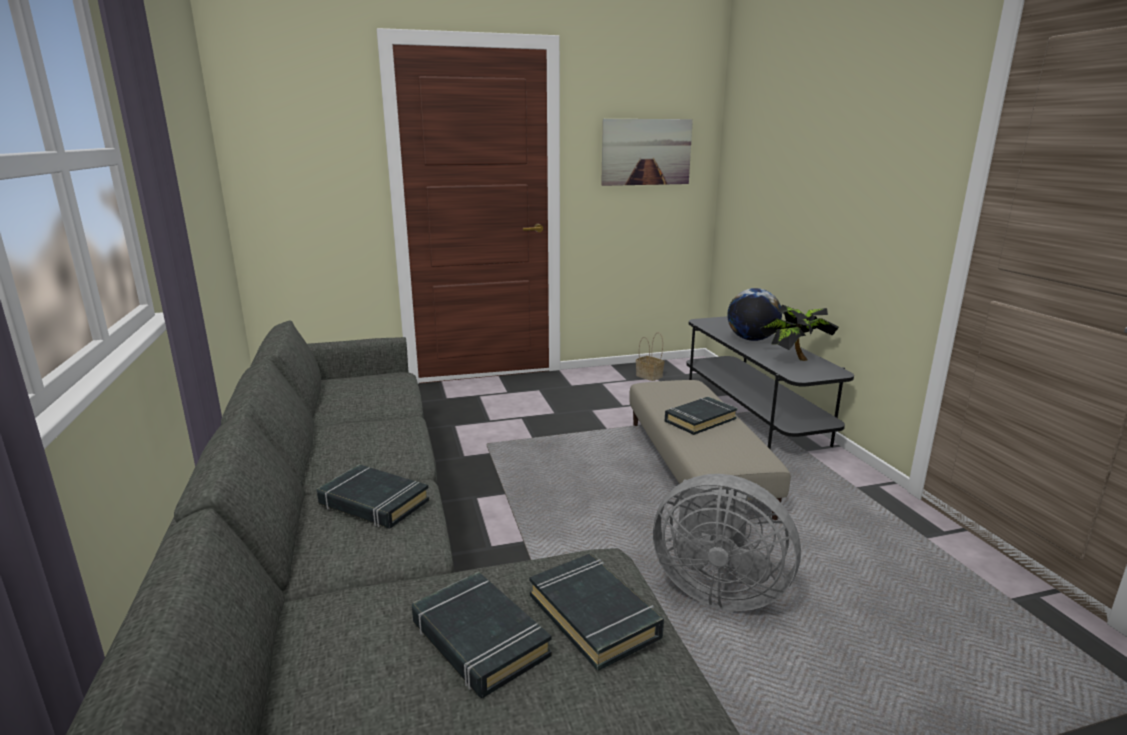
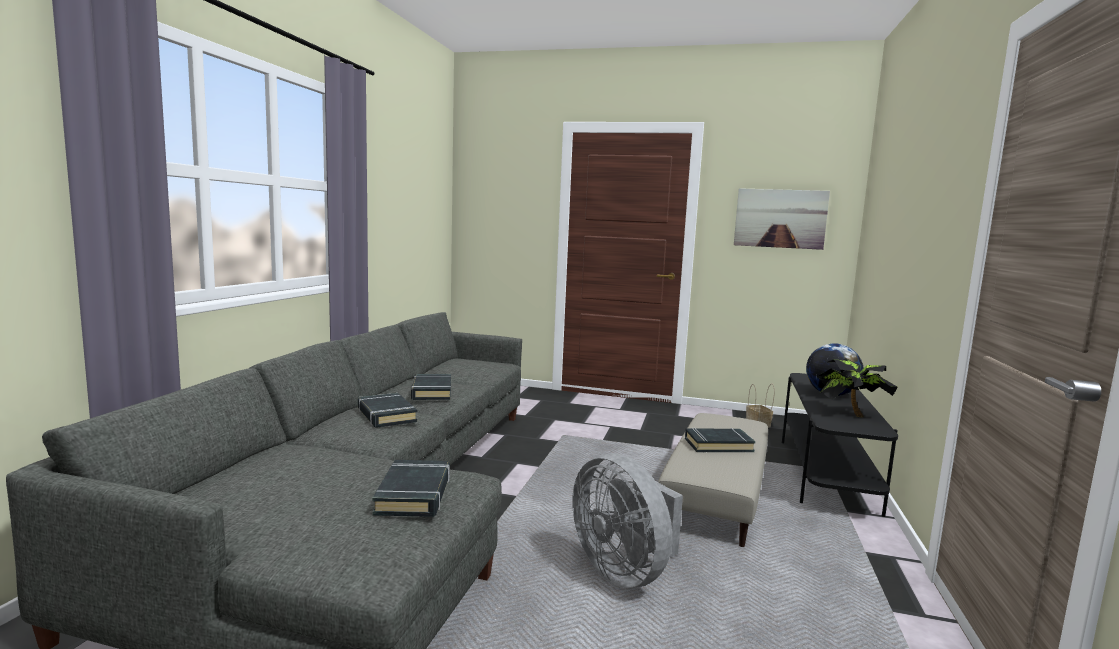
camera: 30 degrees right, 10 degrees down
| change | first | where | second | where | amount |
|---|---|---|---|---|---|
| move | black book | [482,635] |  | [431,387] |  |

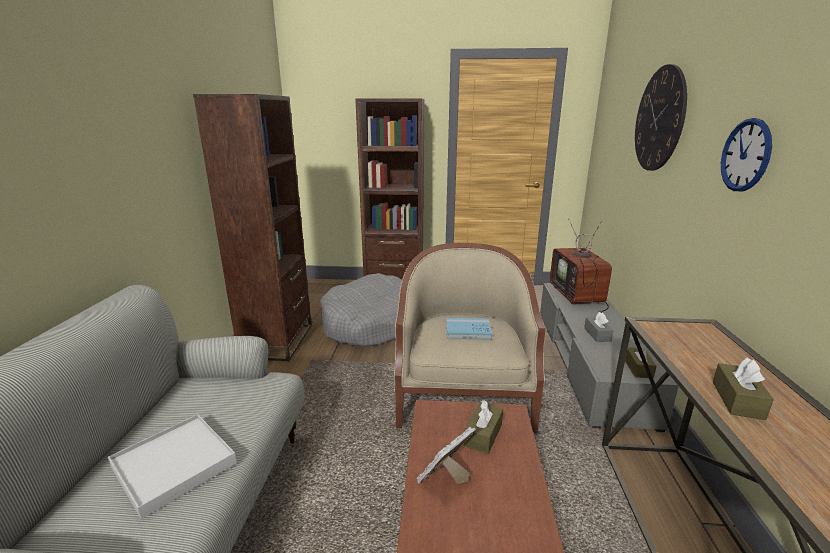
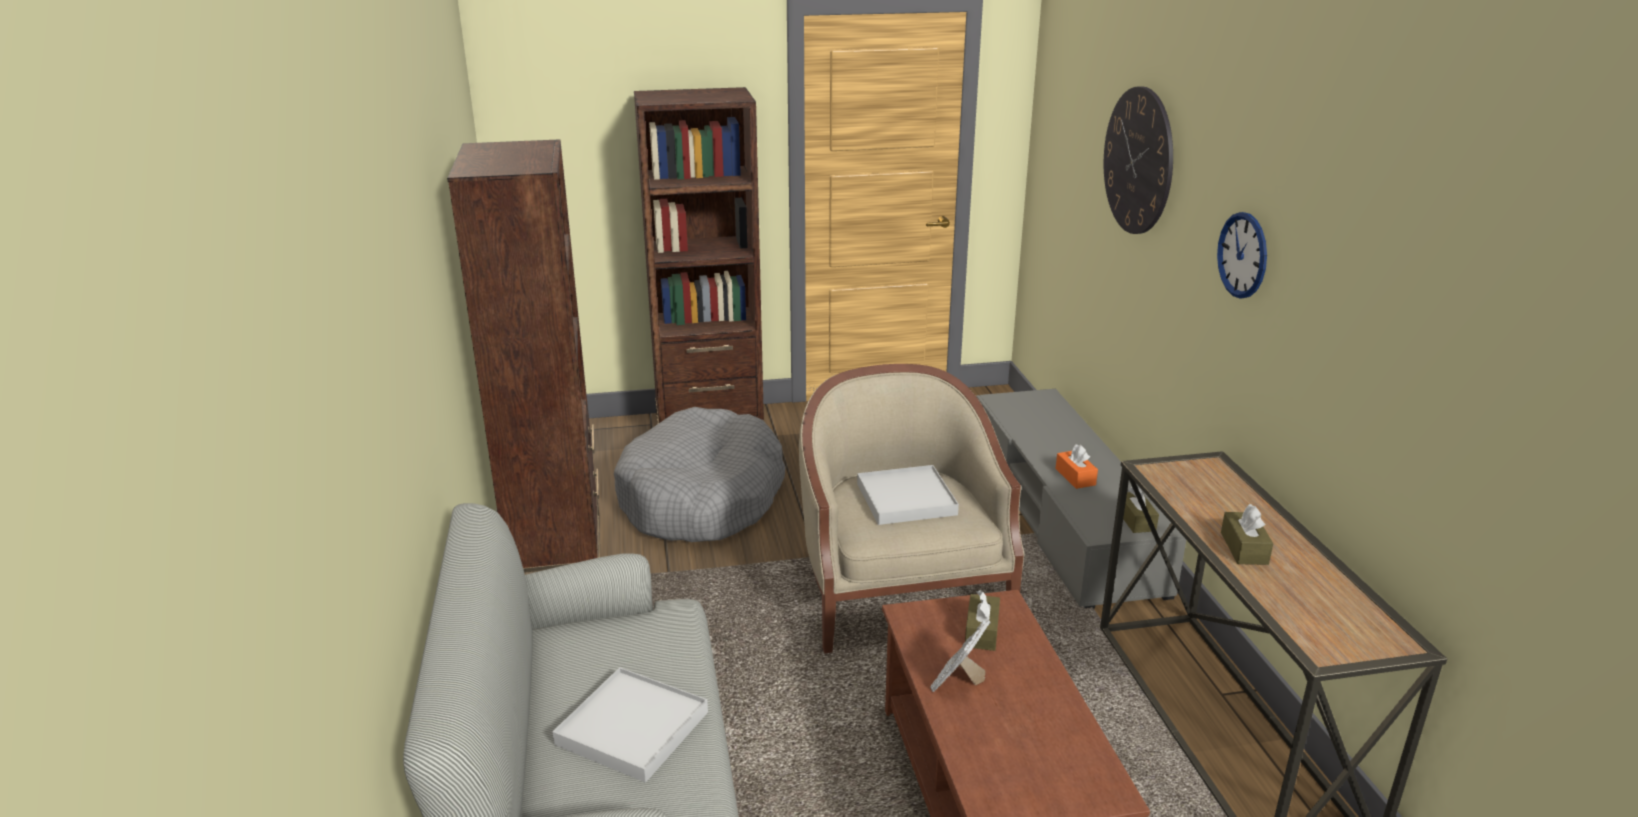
camera: 15 degrees left, 5 degrees up
| change | first | where | second | where | amount |
|---|---|---|---|---|---|
| delete | television | [581,265] |  |  |  |
| recolor | grey tissue box | [599,327] | orange tissue box | [1077,466] |  |
| replace | blue book | [469,329] | white tray | [908,495] |  |

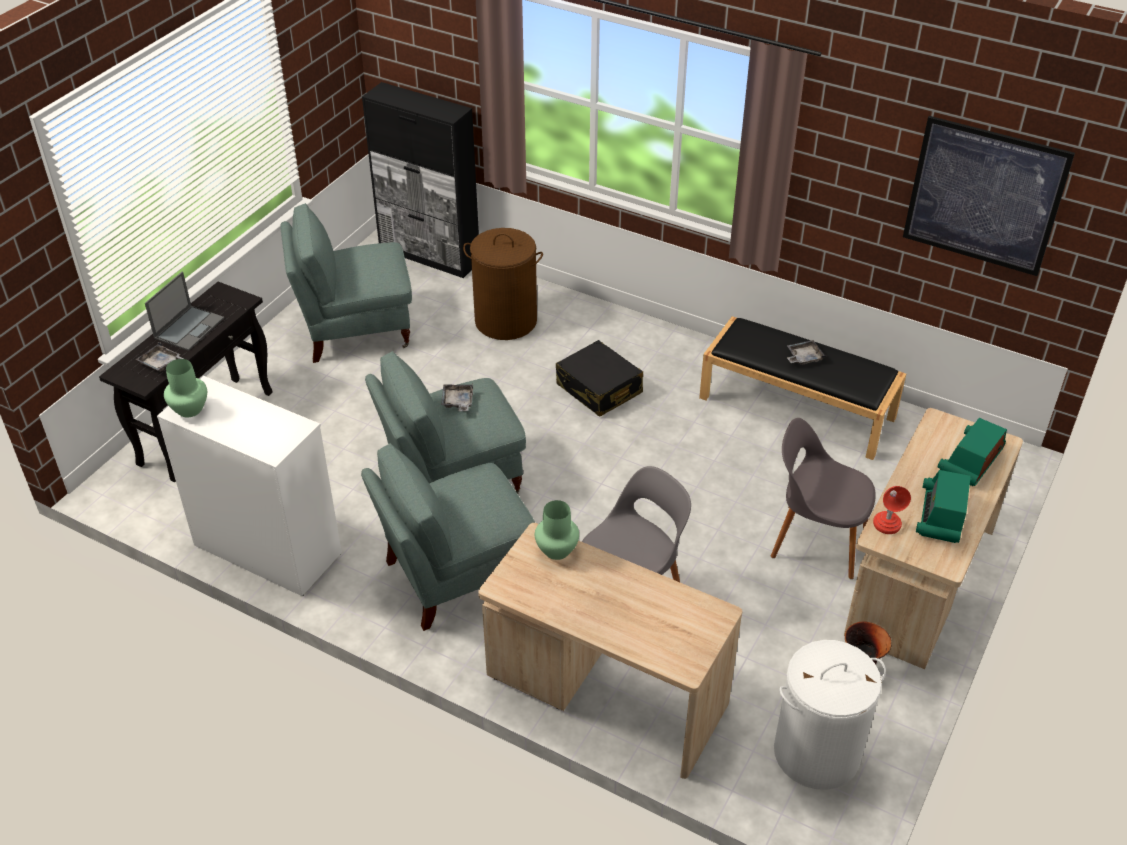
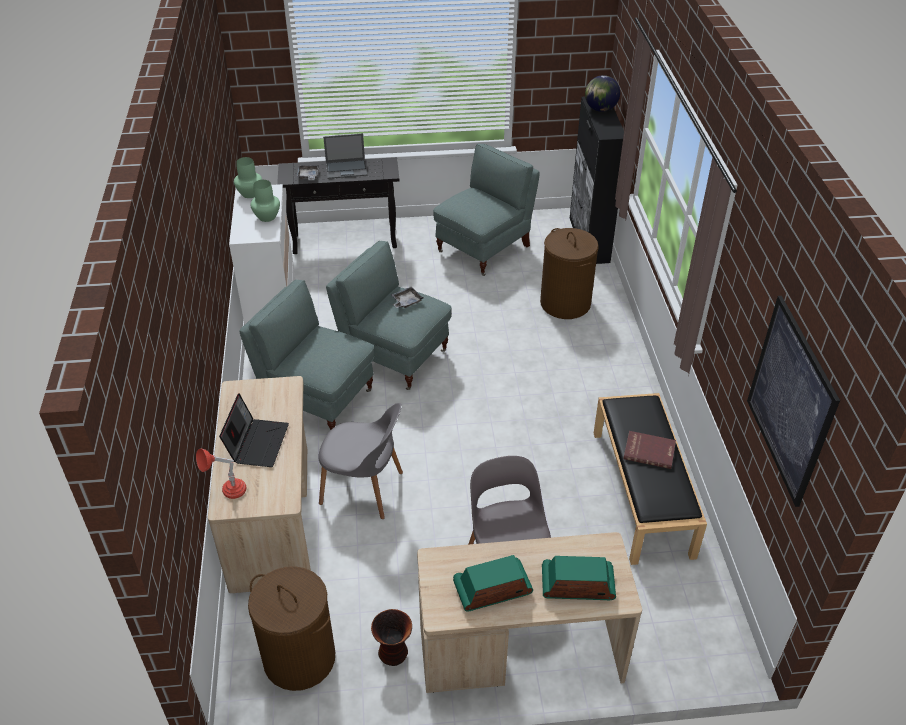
camera: 55 degrees right, 0 degrees up
| change | first | where | second | where | amount |
|---|---|---|---|---|---|
| rotate | grey armchair | [346,283] |  | [486,210] | 90 degrees clockwise |
| delete | black suitcase | [599,378] |  |  |  |
| replace | grey tray | [806,352] | red book | [649,450] |  |
| move | red table lamp | [892,510] |  | [221,474] |  |
| move | green vase | [557,530] |  | [265,201] |  |
| recolor | white laundry basket | [830,715] | brown laundry basket | [291,628] |  |
| insert |  |  | globe | [602,93] |  |
| insert |  |  | laptop | [254,430] |  |

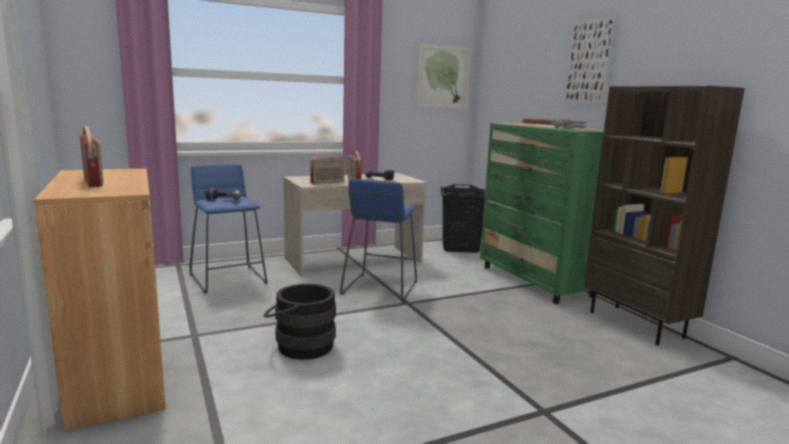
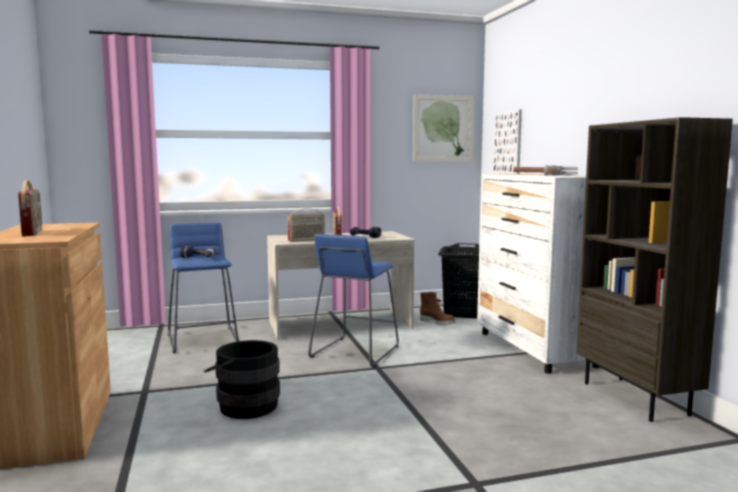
camera: 10 degrees right, 5 degrees down
| change | first | where | second | where | amount |
|---|---|---|---|---|---|
| move | picture | [591,60] |  | [507,141] |  |
| recolor | green dresser | [542,213] | white dresser | [538,274] |  |
| insert |  |  | brown boot | [437,308] |  |

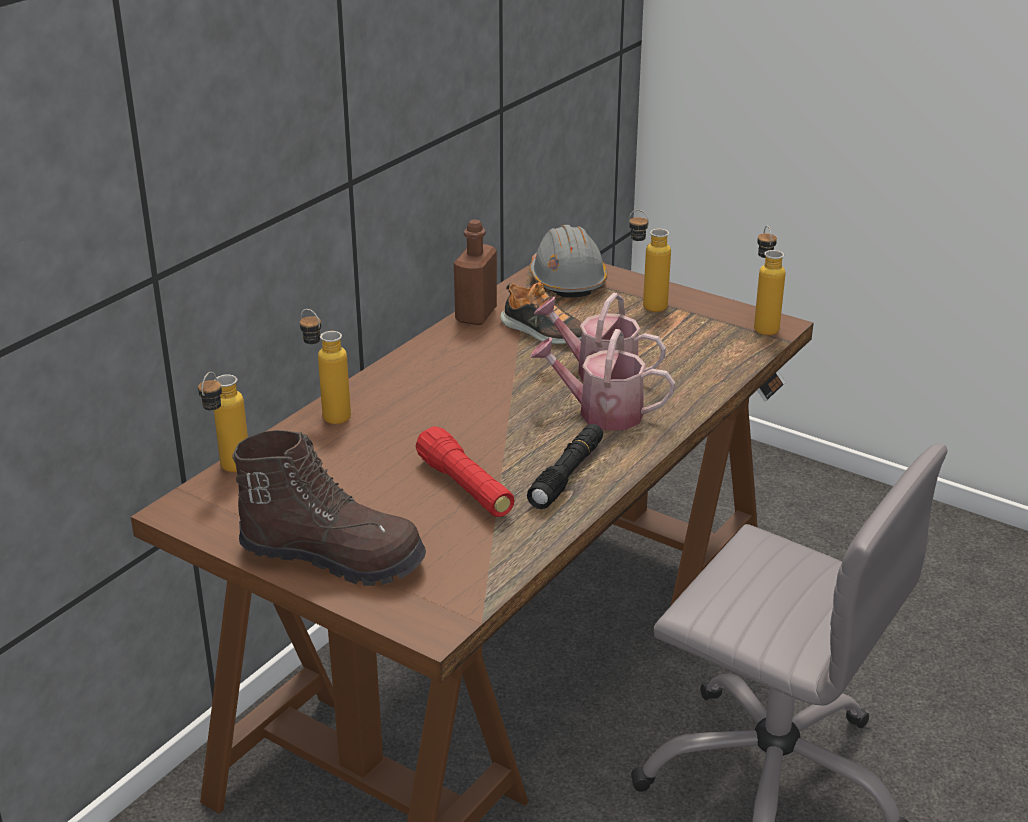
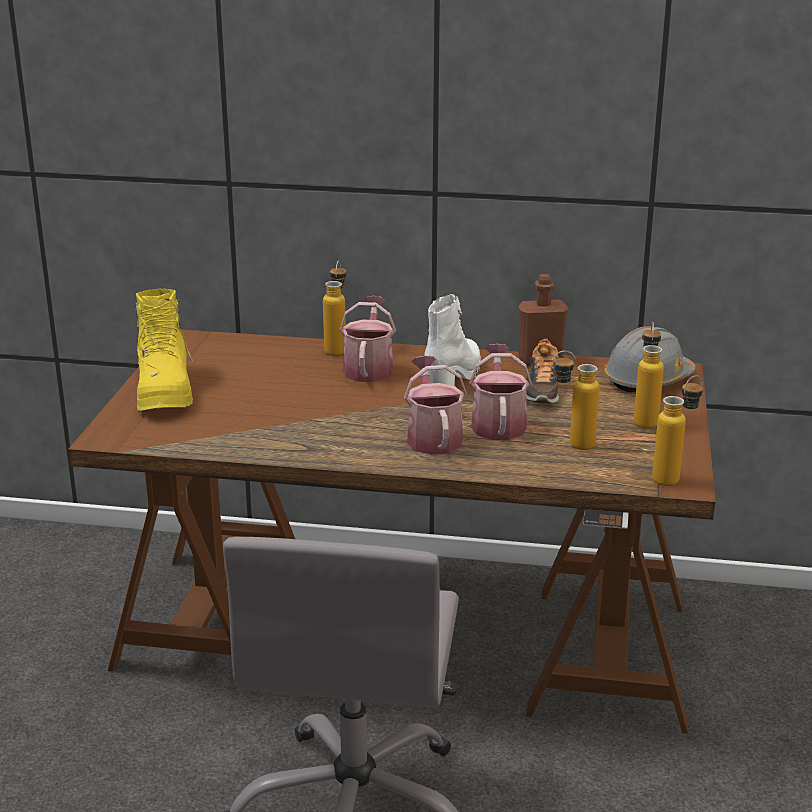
camera: 65 degrees right, 5 degrees down
| change | first | where | second | where | amount |
|---|---|---|---|---|---|
| move | bottle | [223,422] |  | [576,400] |  |
| delete | black flashlight | [565,466] |  |  |  |
| delete | red flashlight | [465,471] |  |  |  |
| recolor | brown boot | [329,508] | yellow boot | [164,350] |  |
| insert |  |  | white boot | [452,340] |  |
| insert |  |  | watering can | [367,339] |  |

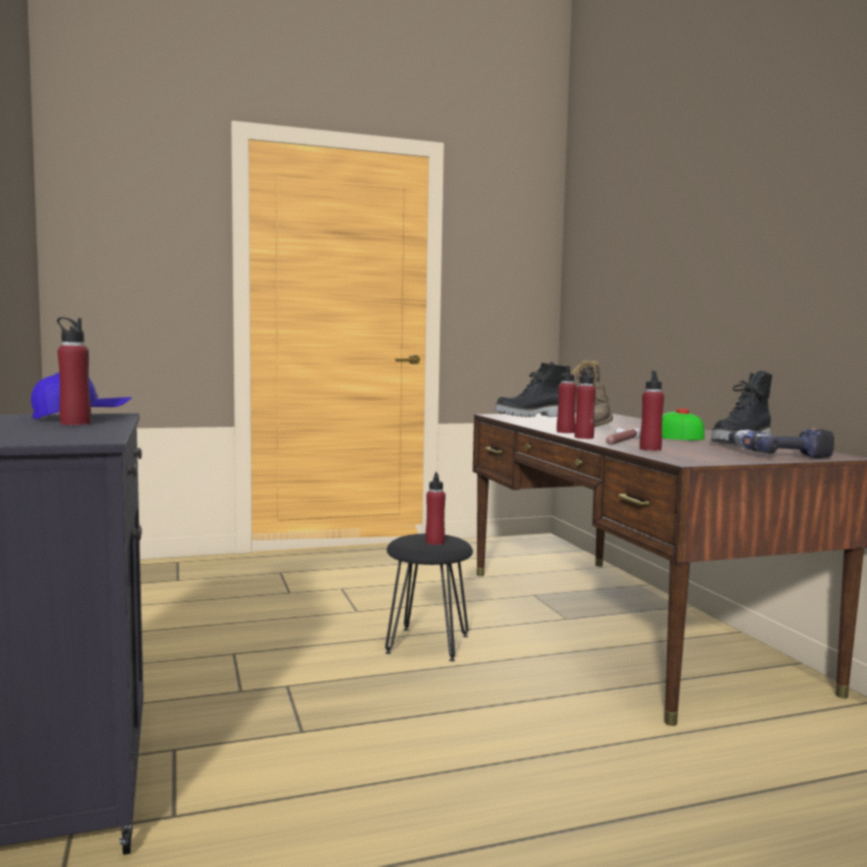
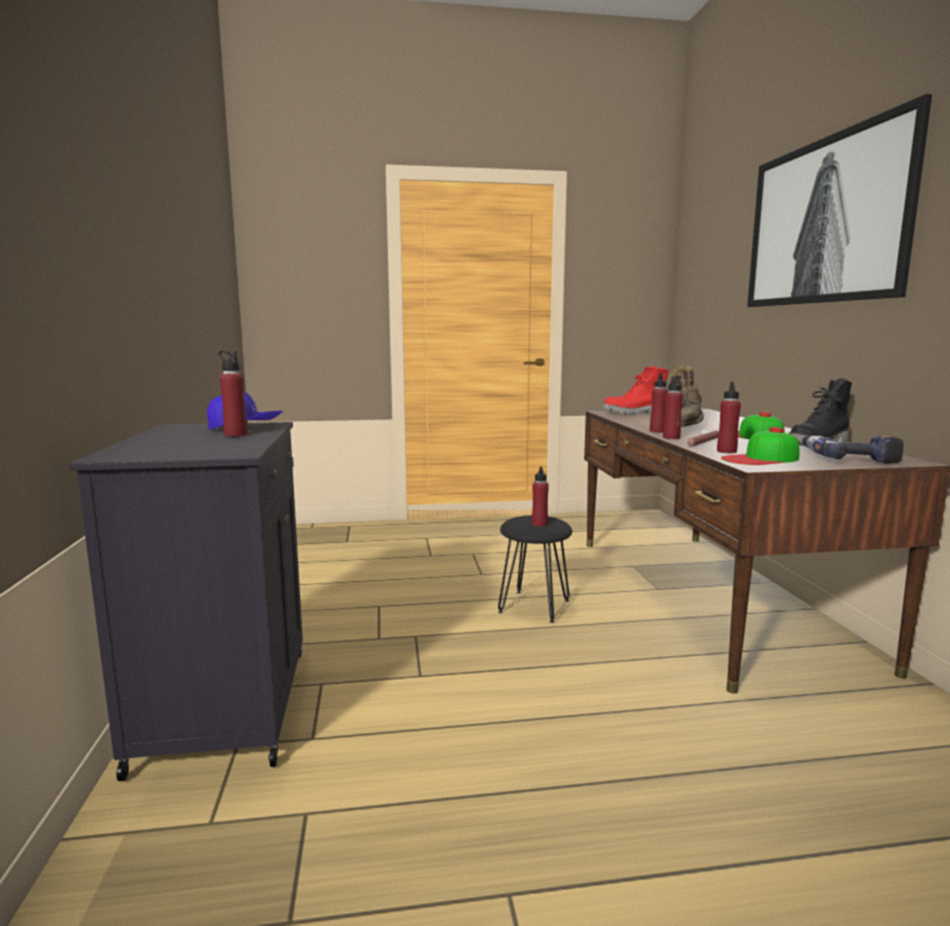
camera: 10 degrees right, 5 degrees up
| change | first | where | second | where | amount |
|---|---|---|---|---|---|
| recolor | black boot | [530,389] | red boot | [635,390] |  |
| insert |  |  | picture | [839,200] |  |
| insert |  |  | cap | [760,446] |  |

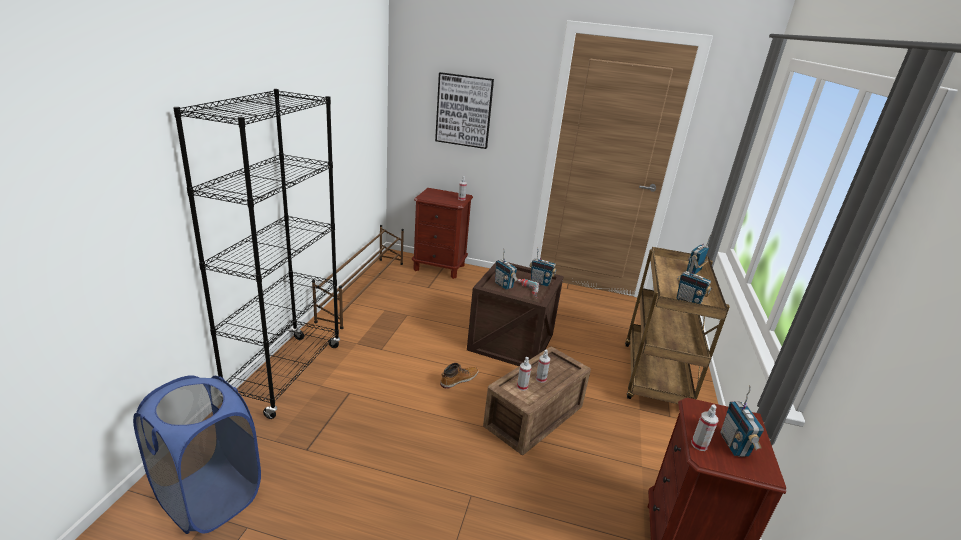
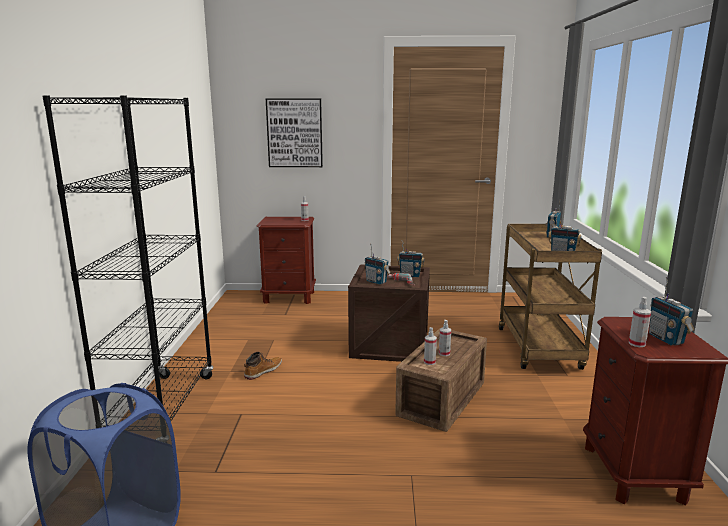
camera: 10 degrees left, 10 degrees down
| change | first | where | second | where | amount |
|---|---|---|---|---|---|
| delete | brown shoe rack | [358,277] |  |  |  |
| move | boot | [459,376] |  | [263,366] |  |

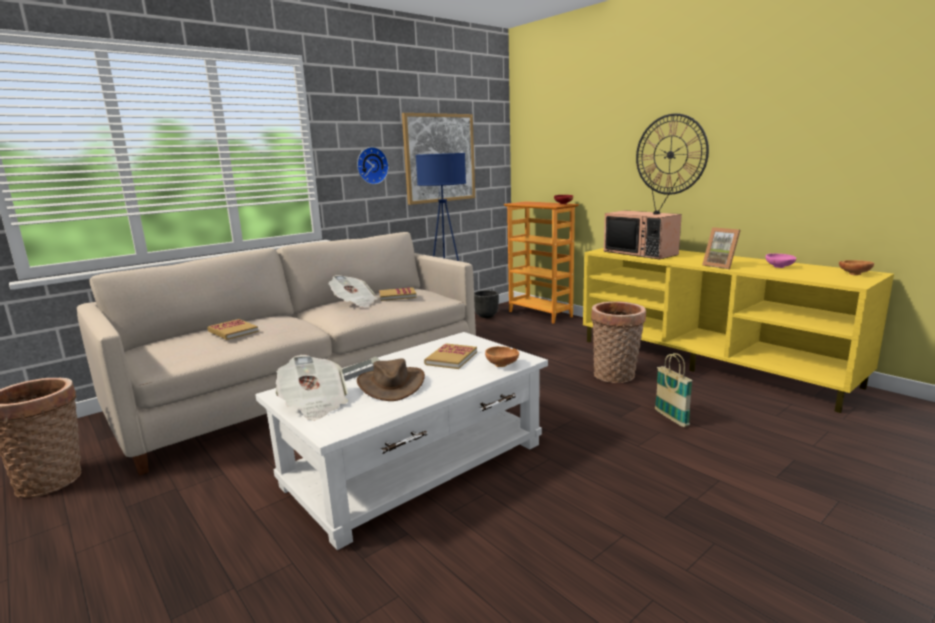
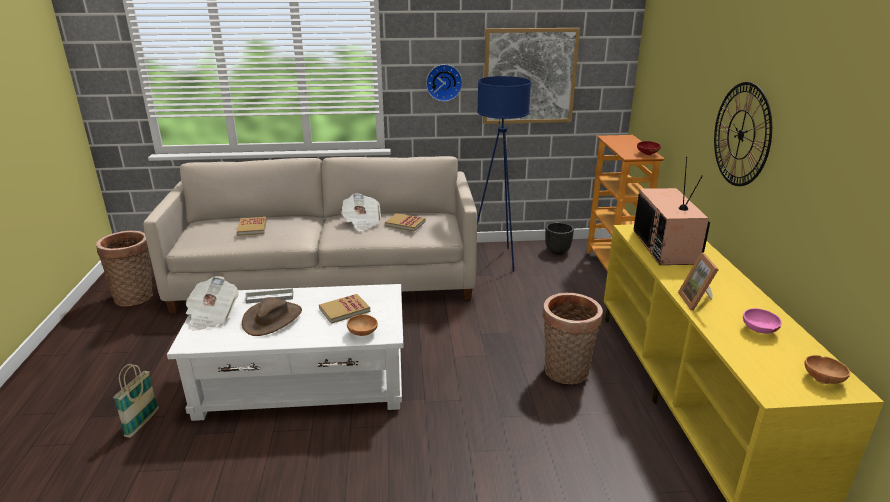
camera: 35 degrees right, 10 degrees up
| change | first | where | second | where | amount |
|---|---|---|---|---|---|
| move | basket | [674,390] |  | [136,401] |  |

